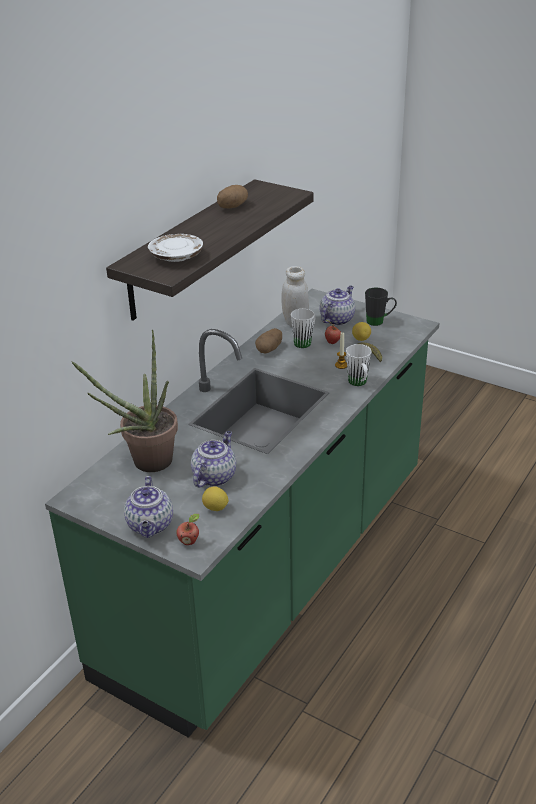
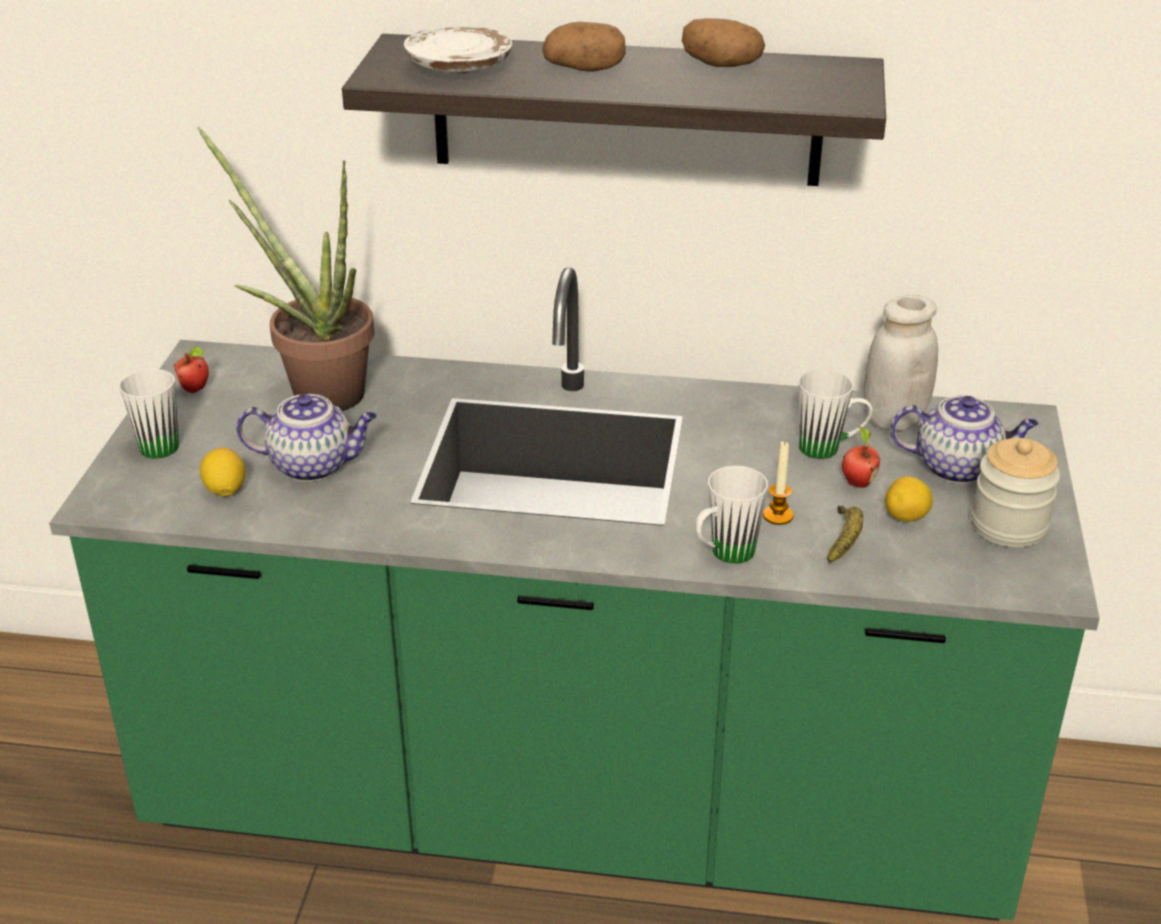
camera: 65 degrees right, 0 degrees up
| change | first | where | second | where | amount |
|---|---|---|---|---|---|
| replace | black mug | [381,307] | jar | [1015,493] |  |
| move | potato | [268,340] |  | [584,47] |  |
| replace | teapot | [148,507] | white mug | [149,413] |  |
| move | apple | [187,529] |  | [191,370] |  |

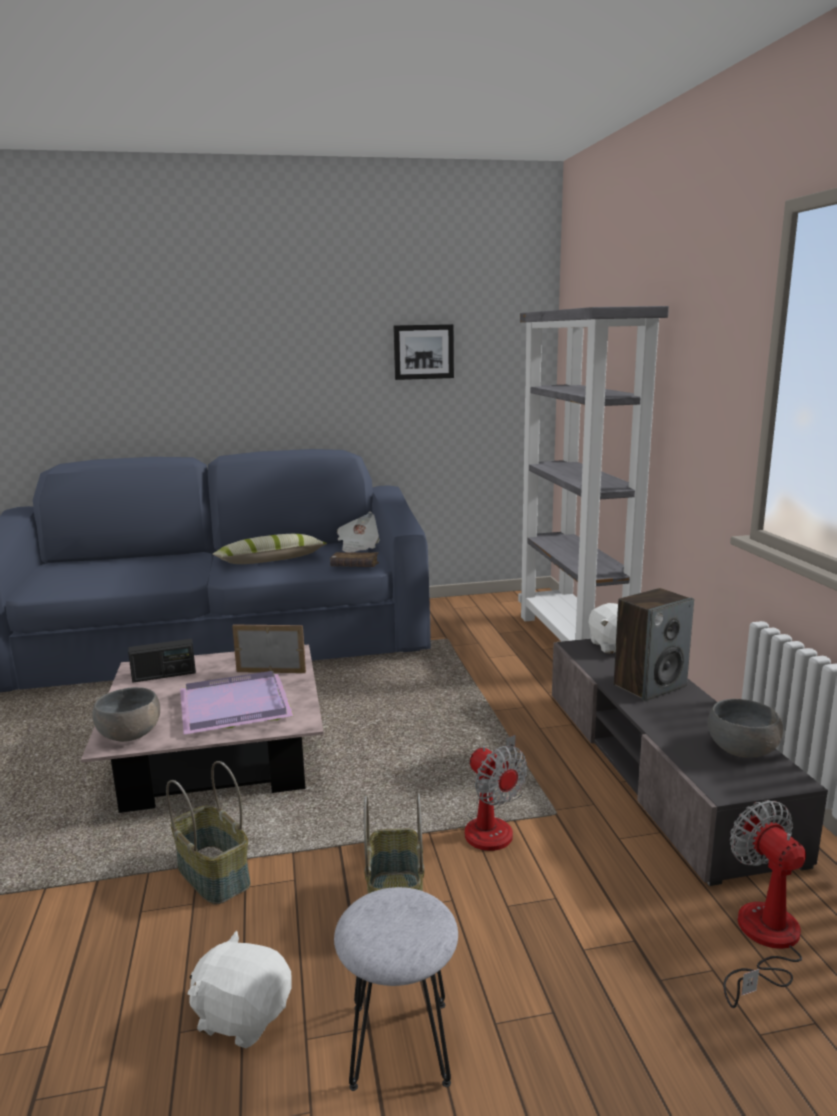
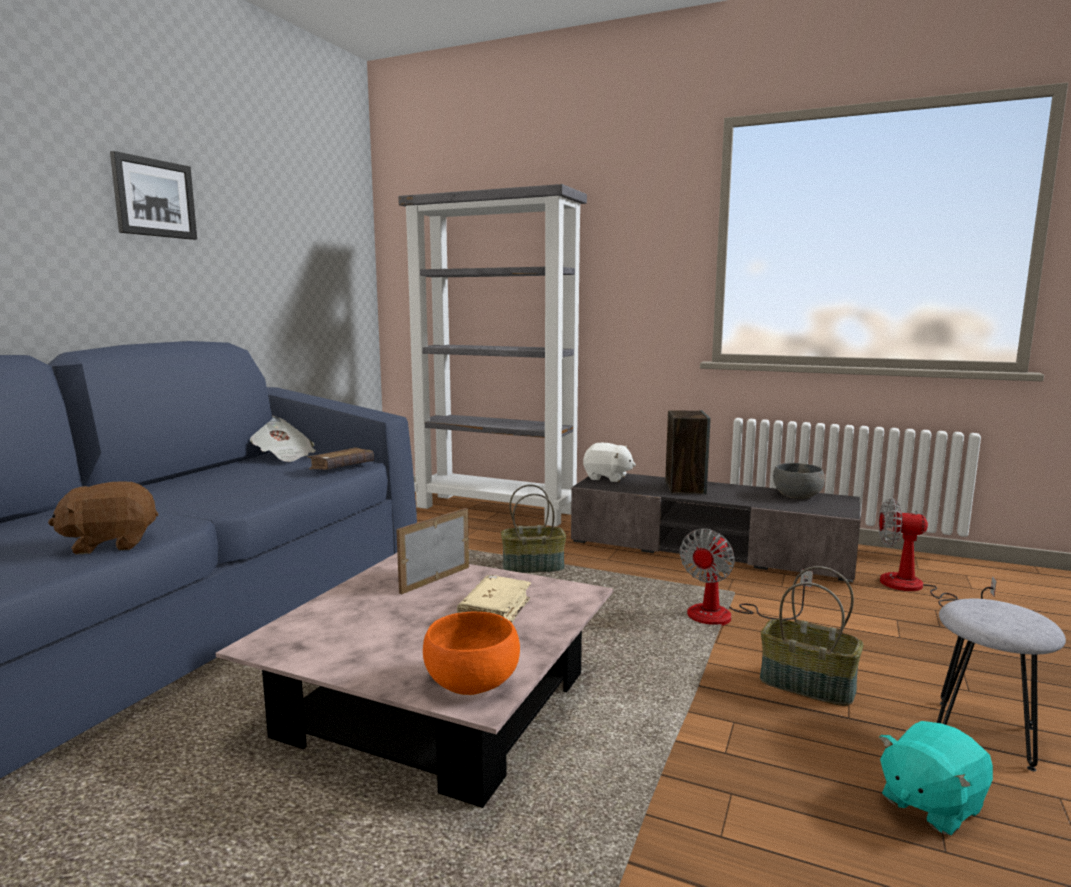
camera: 55 degrees left, 5 degrees down
| change | first | where | second | where | amount |
|---|---|---|---|---|---|
| move | picture | [423,352] |  | [153,195] |  |
| delete | pillow | [270,549] |  |  |  |
| delete | radio | [162,661] |  |  |  |
| replace | purple tray | [237,703] | beige book | [494,599] |  |
| recolor | grey bowl | [126,714] | orange bowl | [471,653] |  |
| rotate | fan | [496,793] |  | [746,577] | 120 degrees clockwise |
| move | basket | [208,833] |  | [533,528] |  |
| recolor | white plush toy | [240,990] | turquoise plush toy | [936,778] |  |
| insert |  |  | brown plush toy | [103,518] |  |

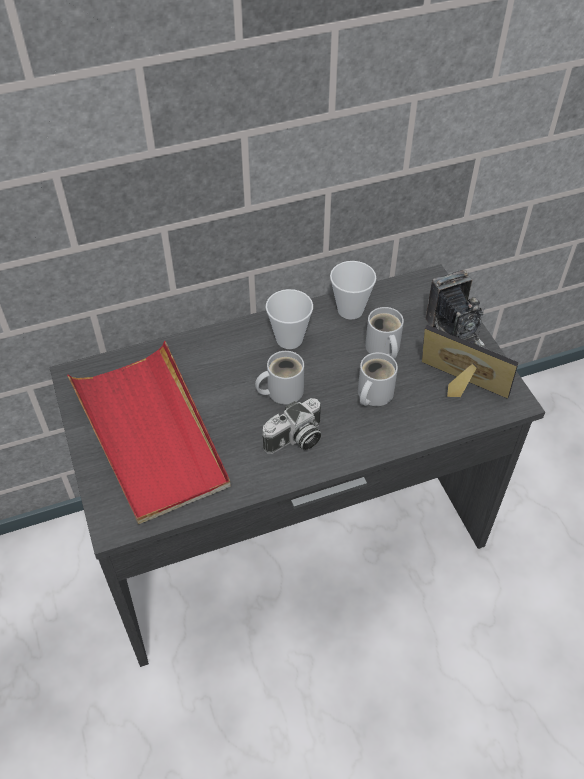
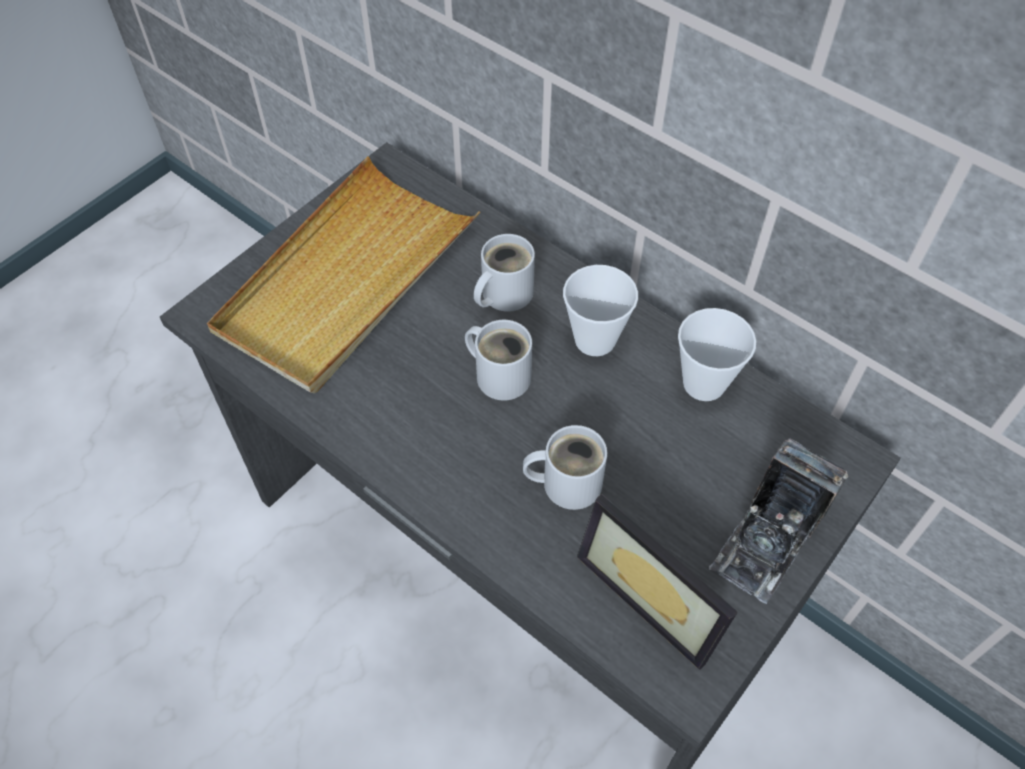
camera: 60 degrees right, 5 degrees up
| change | first | where | second | where | amount |
|---|---|---|---|---|---|
| move | white mug | [384,333] |  | [504,273] |  |
| rotate | picture frame | [470,362] |  | [657,582] | 135 degrees clockwise |
| recolor | red tray | [149,432] | beige tray | [343,275] |  |
| delete | photo camera | [291,426] |  |  |  |

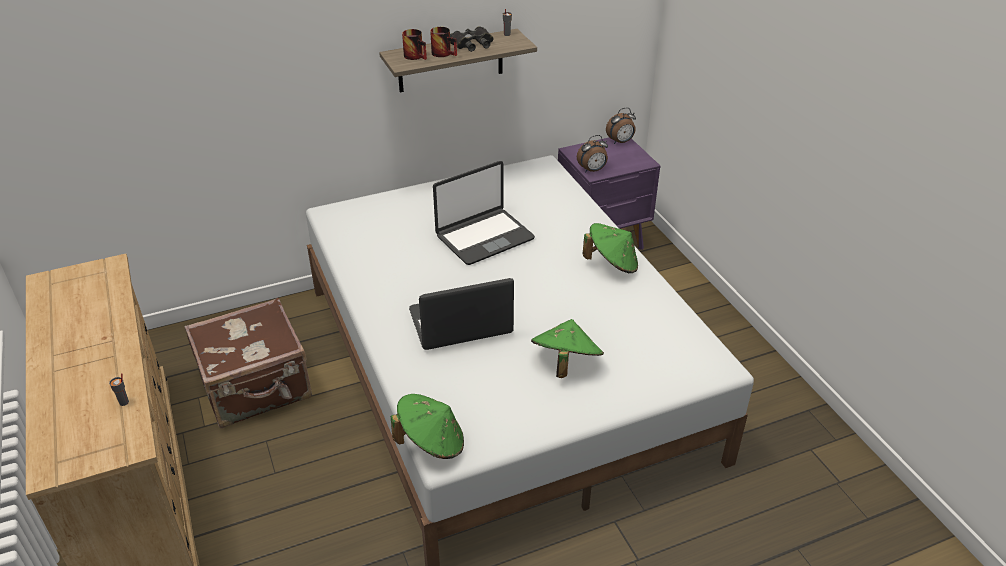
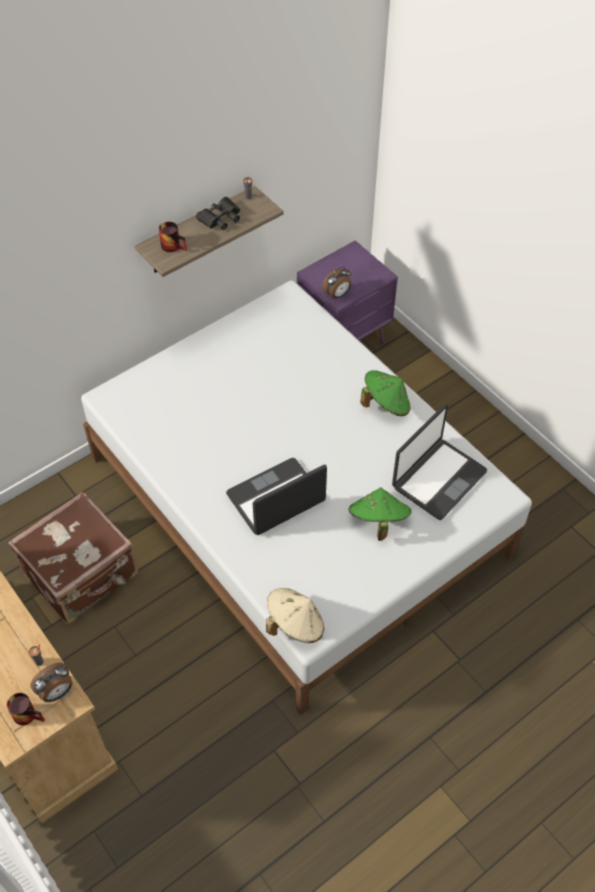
camera: 15 degrees left, 15 degrees up
| change | first | where | second | where | amount |
|---|---|---|---|---|---|
| move | mug | [443,42] |  | [26,709] |  |
| move | alarm clock | [621,126] |  | [51,682] |  |
| move | laptop | [484,213] |  | [439,462] |  |
| recolor | green hat | [427,426] | beige hat | [295,615] |  |

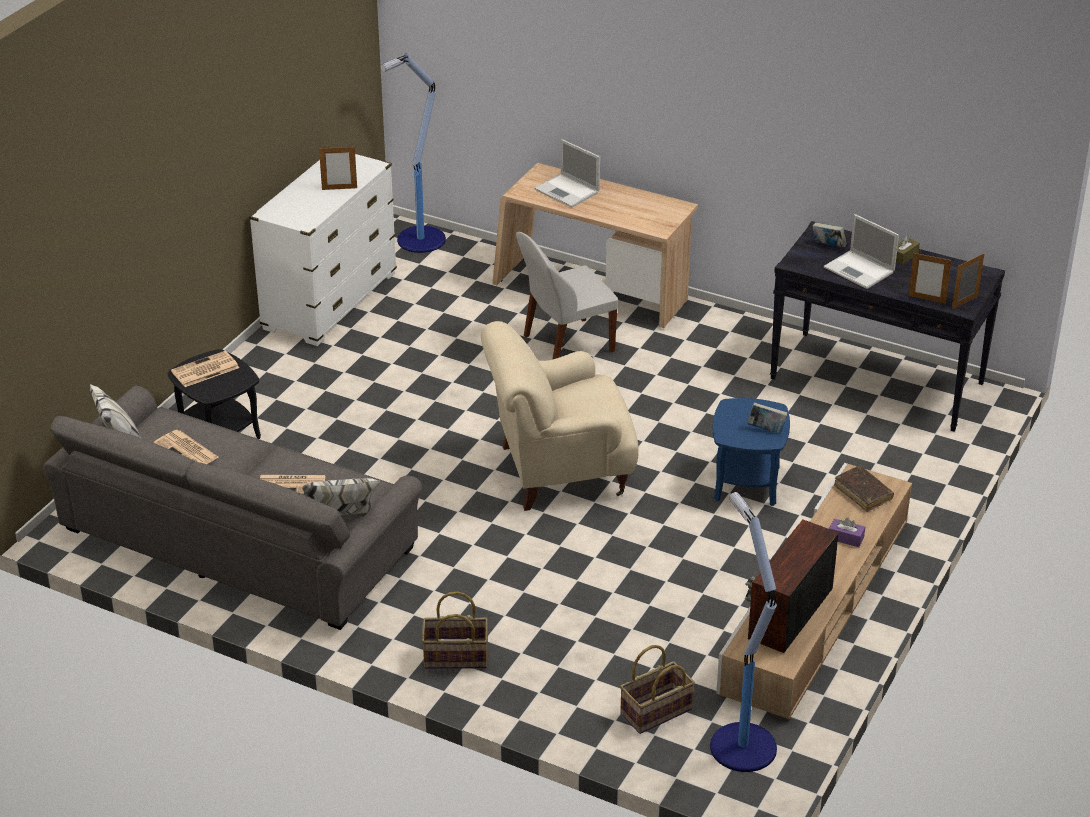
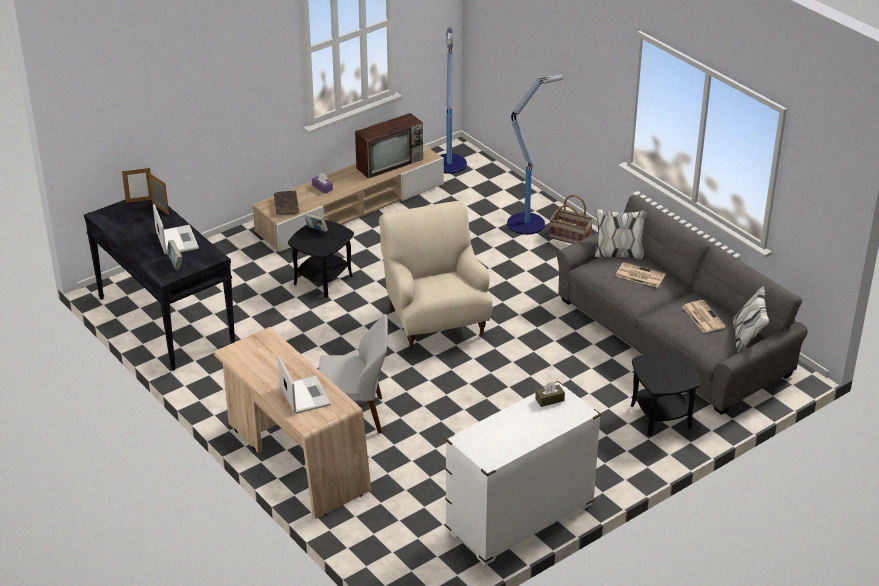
camera: 155 degrees left, 0 degrees up
| change | first | where | second | where | amount |
|---|---|---|---|---|---|
| move | floor lamp | [413,153] |  | [535,154] |  |
| delete | picture frame | [338,167] |  |  |  |
| move | brown tissue box | [908,250] |  | [550,394] |  |
| rotate | beige armchair | [560,416] |  | [436,275] | 120 degrees counterclockwise |
| delete | newspaper | [205,369] |  |  |  |
| recolor | blue side table | [751,452] | black side table | [321,259] |  |
| delete | basket | [657,689] |  |  |  |

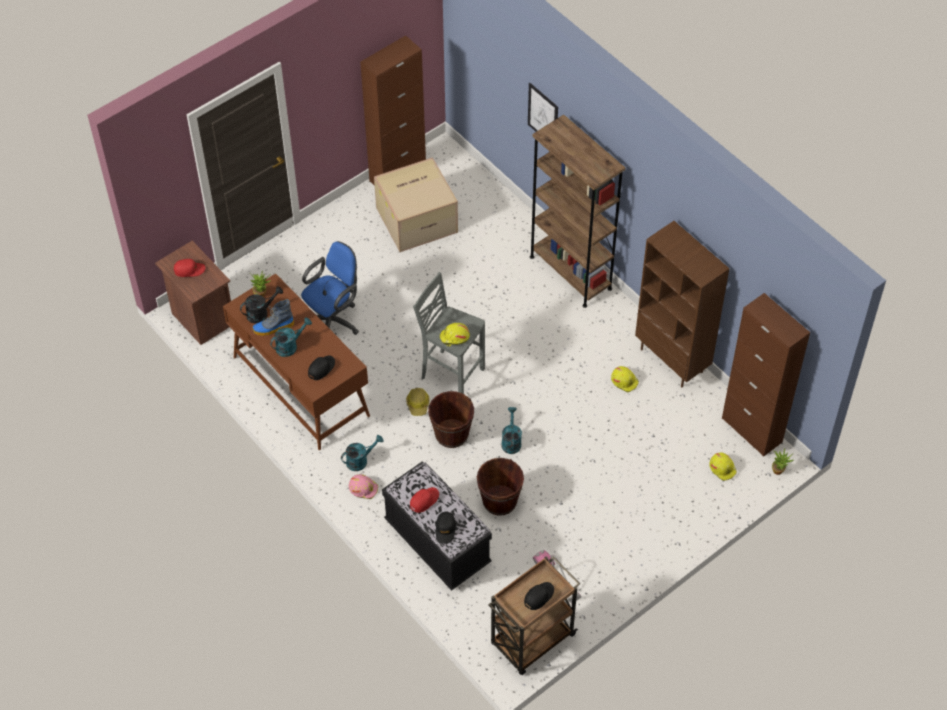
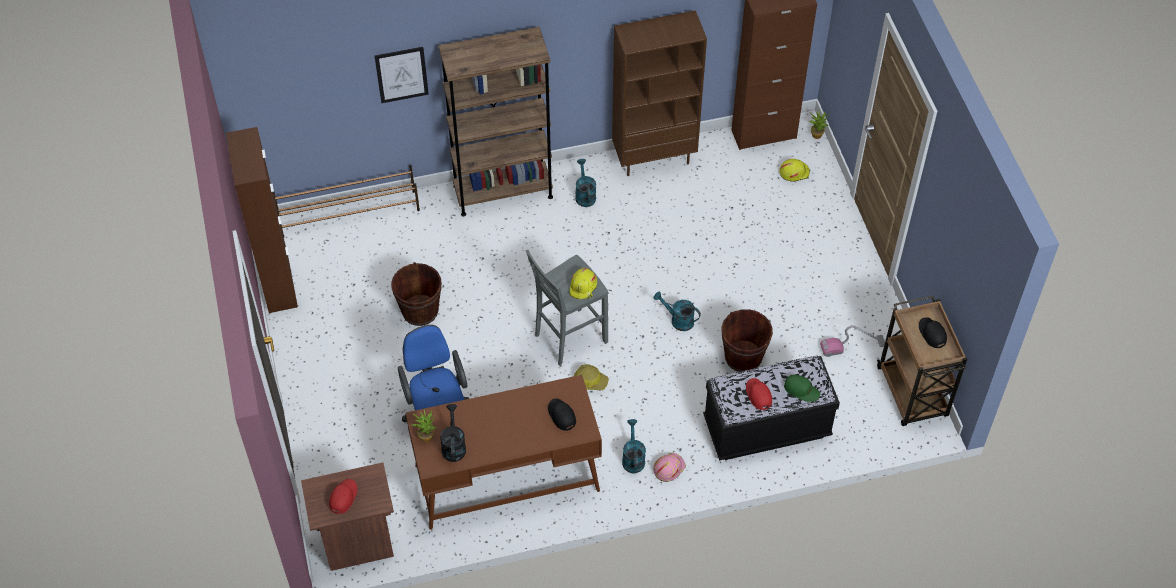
camera: 65 degrees left, 0 degrees up
| change | first | where | second | where | amount |
|---|---|---|---|---|---|
| delete | cardboard box | [416,204] |  |  |  |
| delete | boot | [273,317] |  |  |  |
| move | turquoise watering can | [291,337] |  | [585,183] |  |
| delete | yellow hard hat | [625,379] |  |  |  |
| move | brown bucket | [451,419] |  | [416,294] |  |
| recolor | black cap | [446,527] | green cap | [802,388] |  |
| insert |  |  | brown shoe rack | [346,201] |  |

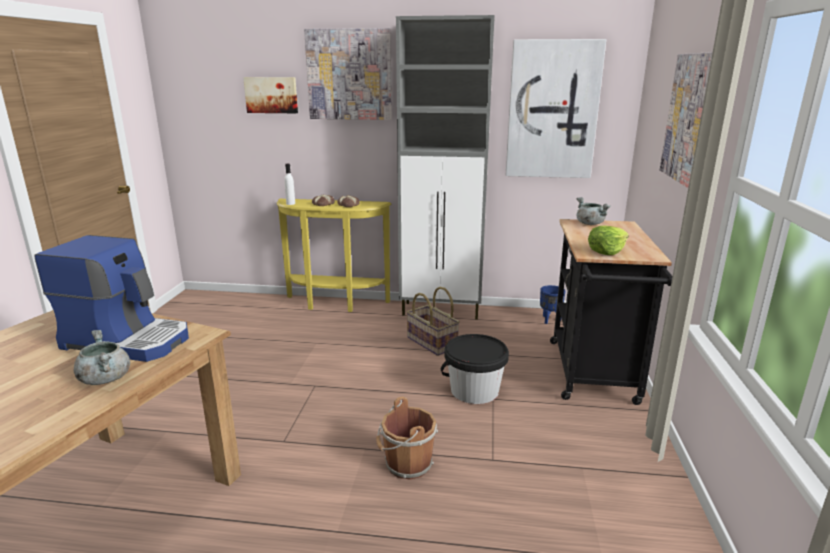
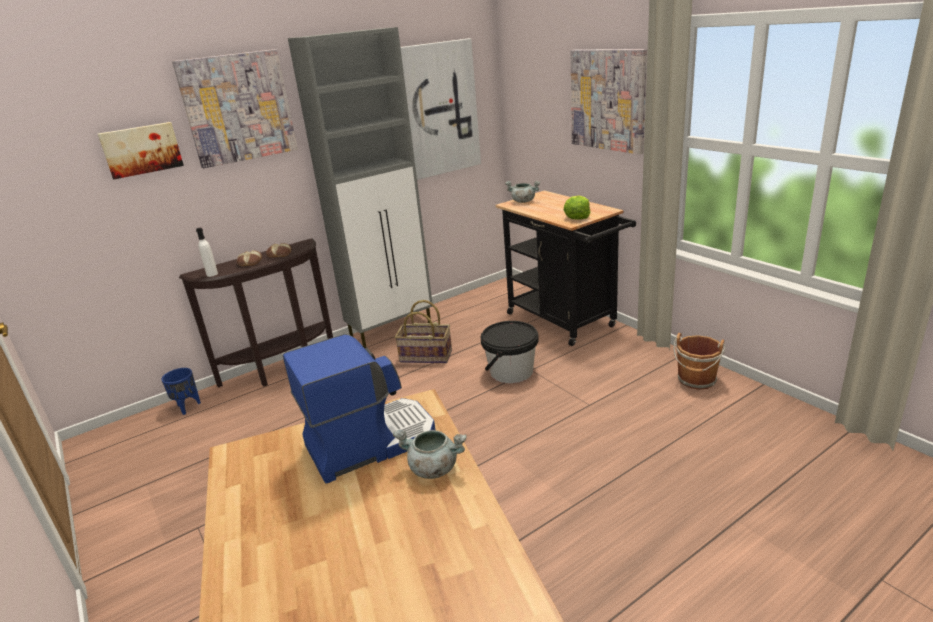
camera: 40 degrees left, 5 degrees up
| change | first | where | second | where | amount |
|---|---|---|---|---|---|
| recolor | yellow console table | [334,255] | brown console table | [256,313] |  |
| move | blue planter | [553,304] |  | [181,391] |  |
| move | brown bucket | [407,438] |  | [699,361] |  |

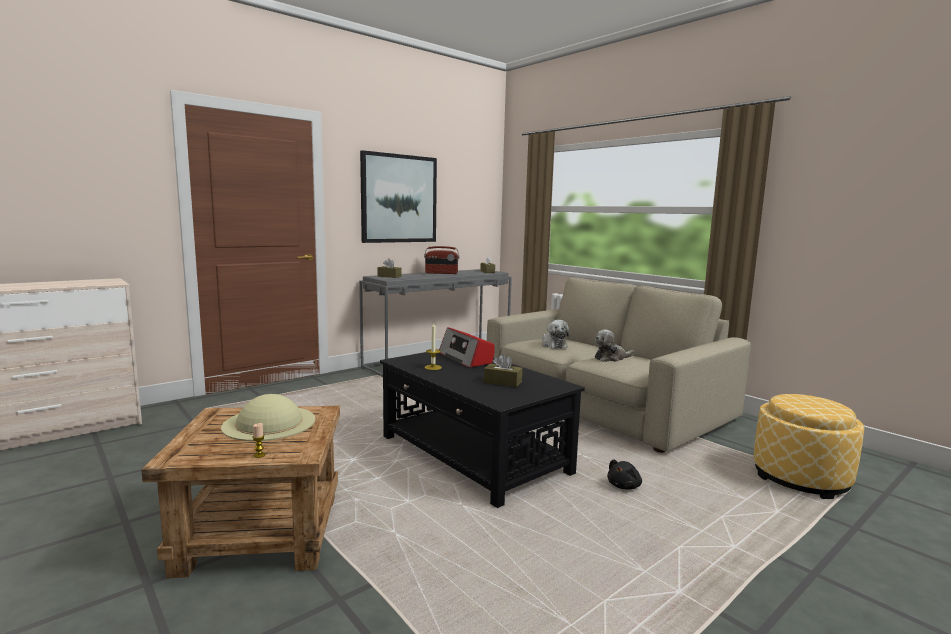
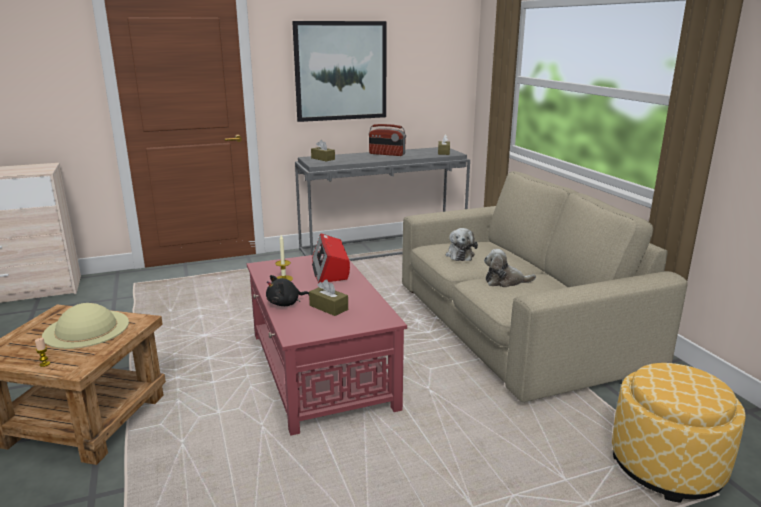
camera: 20 degrees right, 10 degrees up
| change | first | where | second | where | amount |
|---|---|---|---|---|---|
| recolor | black coffee table | [482,430] | red coffee table | [327,345] |  |
| move | black plush toy | [624,474] |  | [287,290] |  |

